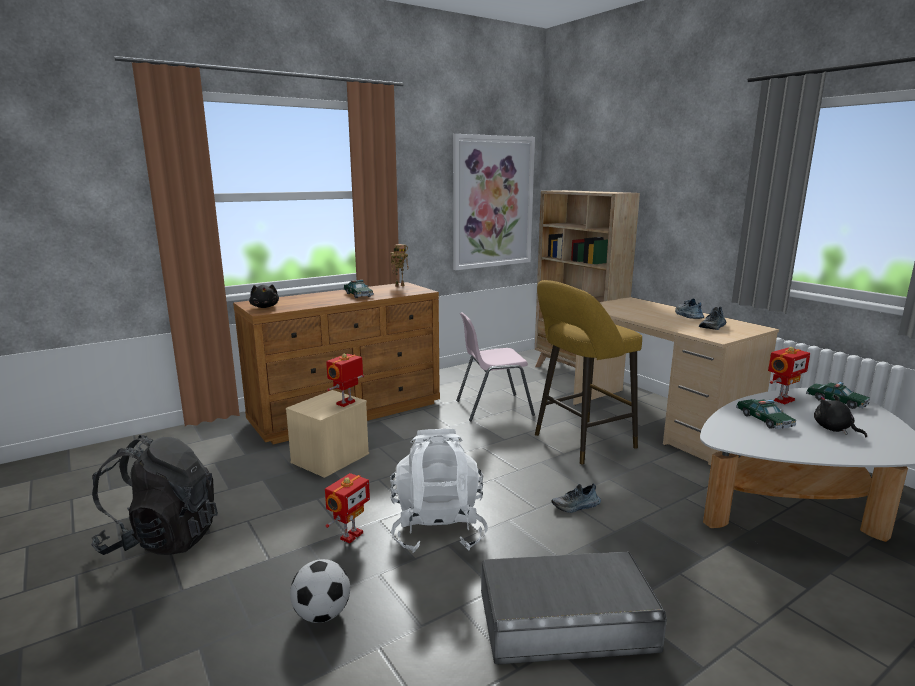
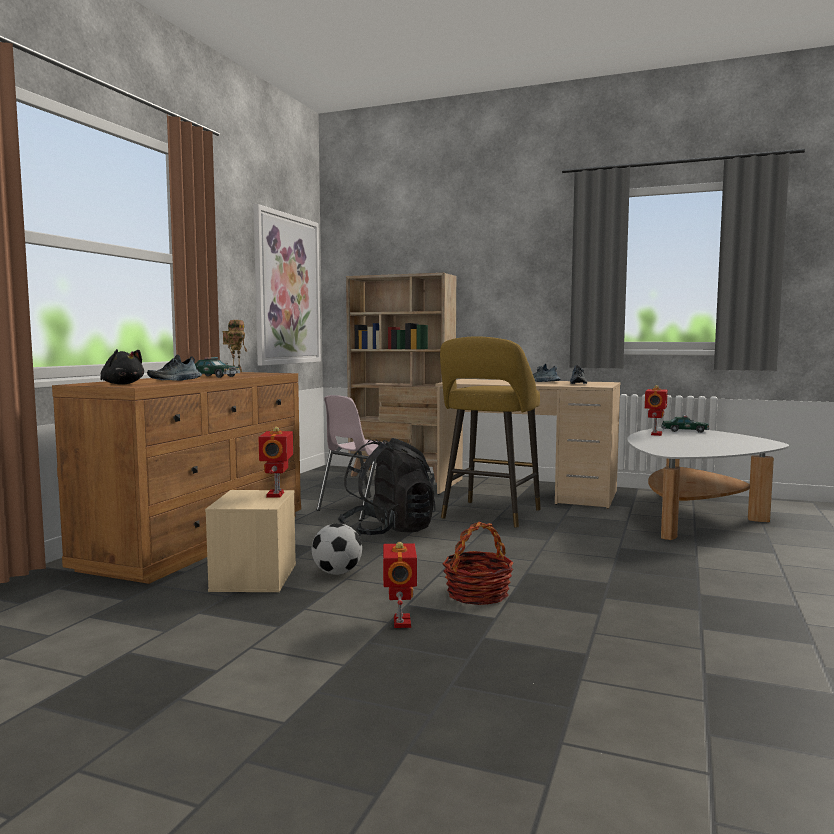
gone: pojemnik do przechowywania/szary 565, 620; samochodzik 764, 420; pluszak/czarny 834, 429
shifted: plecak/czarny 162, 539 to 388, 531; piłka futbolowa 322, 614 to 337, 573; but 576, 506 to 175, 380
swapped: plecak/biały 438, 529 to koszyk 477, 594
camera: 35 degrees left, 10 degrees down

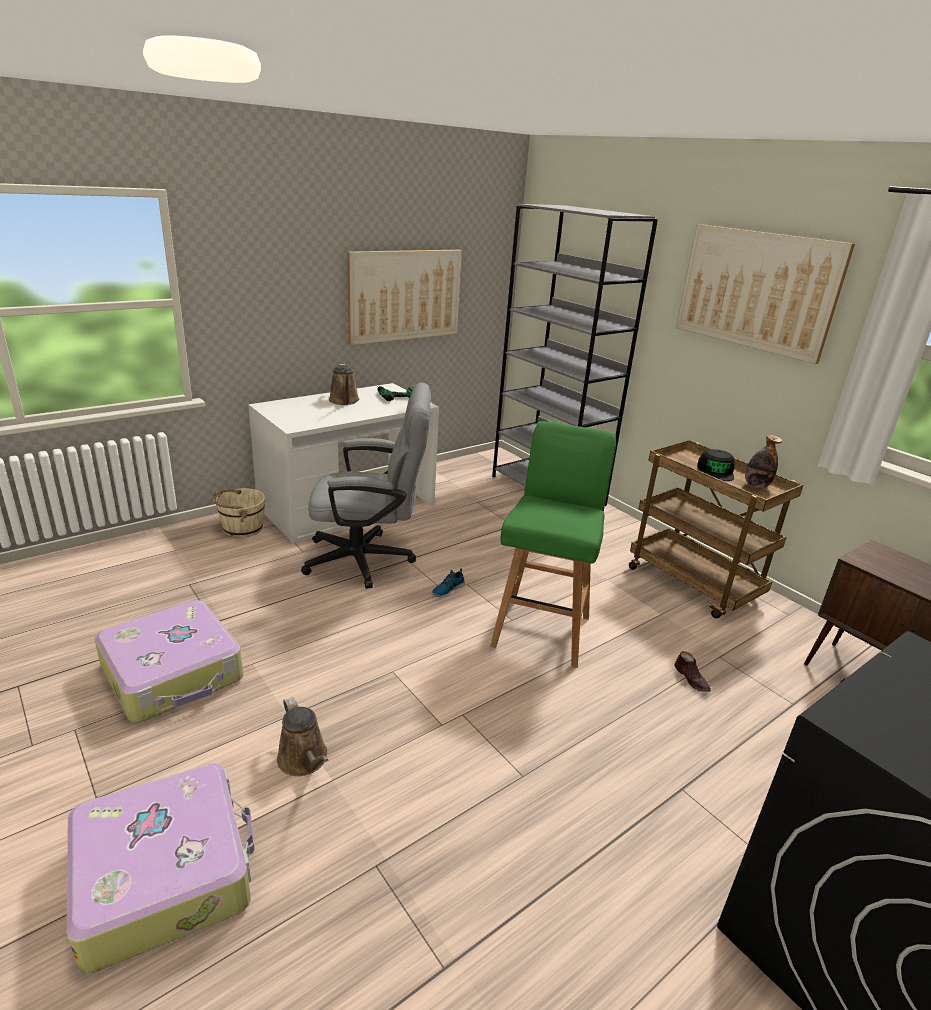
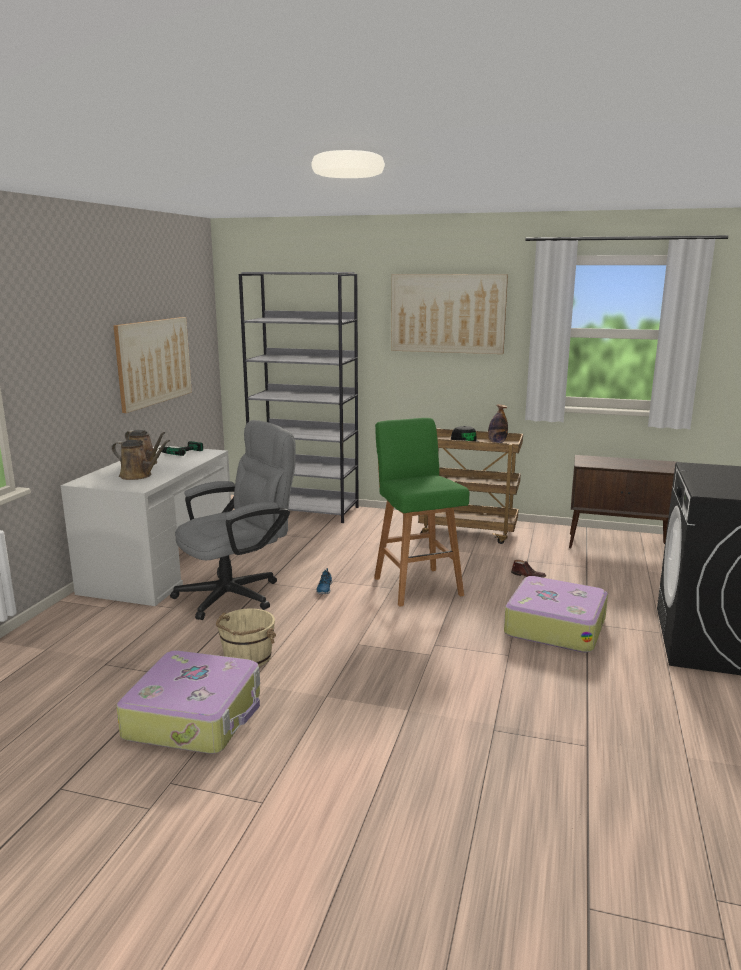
shifted: walizka 165, 873 to 554, 626; wiadro/beżowy 242, 528 to 247, 658; konewka/brązowy 304, 760 to 138, 476
camera: 35 degrees left, 10 degrees down

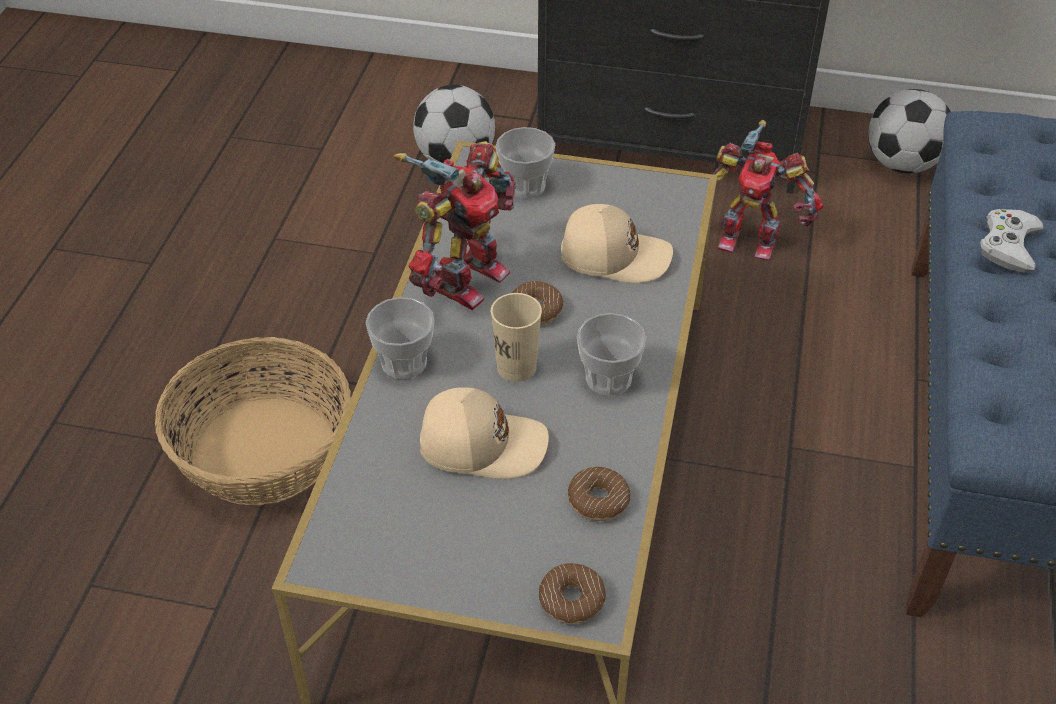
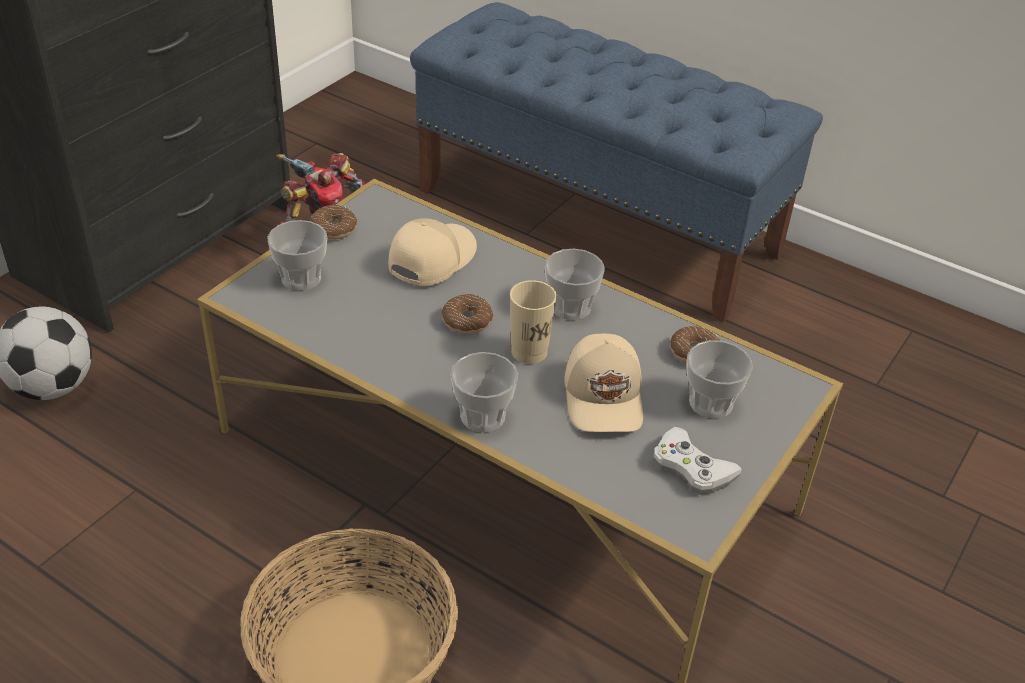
gone: robot zabawkowy 465, 279; piłka futbolowa 902, 164
new: filiżanka 710, 403
shifted: donut 571, 599 to 333, 229; pad do gier/biały 1008, 245 to 692, 468
rotated: czapka z daszkiem/beżowy 482, 443 = 605, 397 150 degrees clockwise
camera: 70 degrees left, 5 degrees down

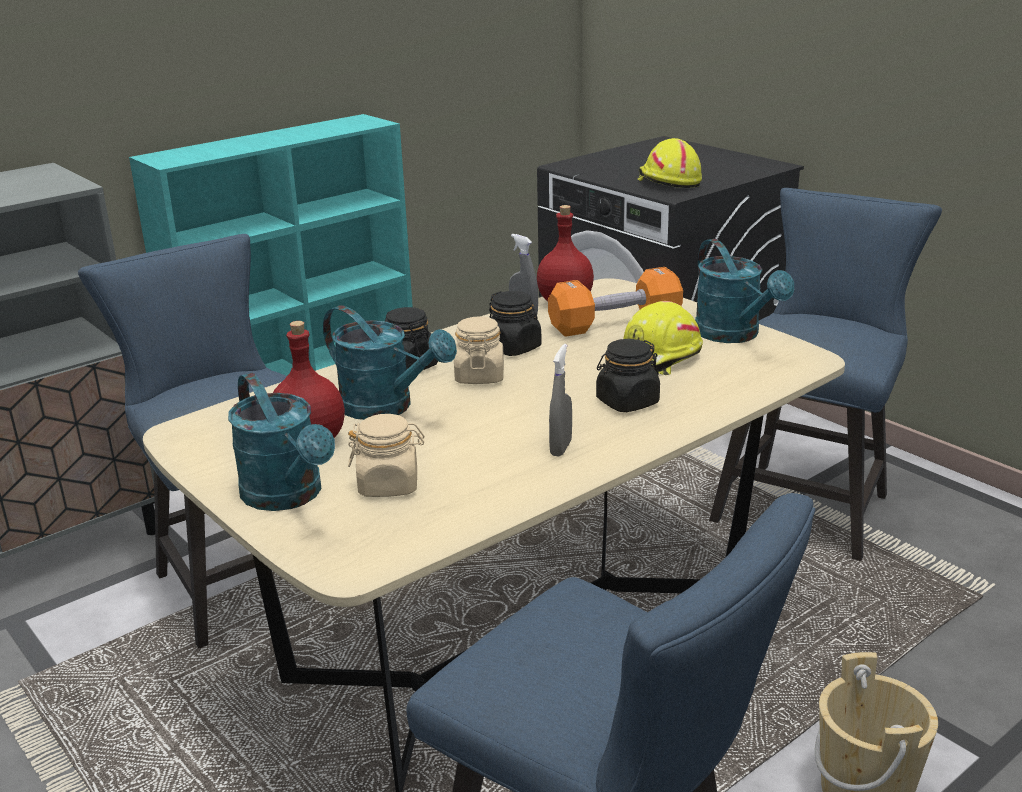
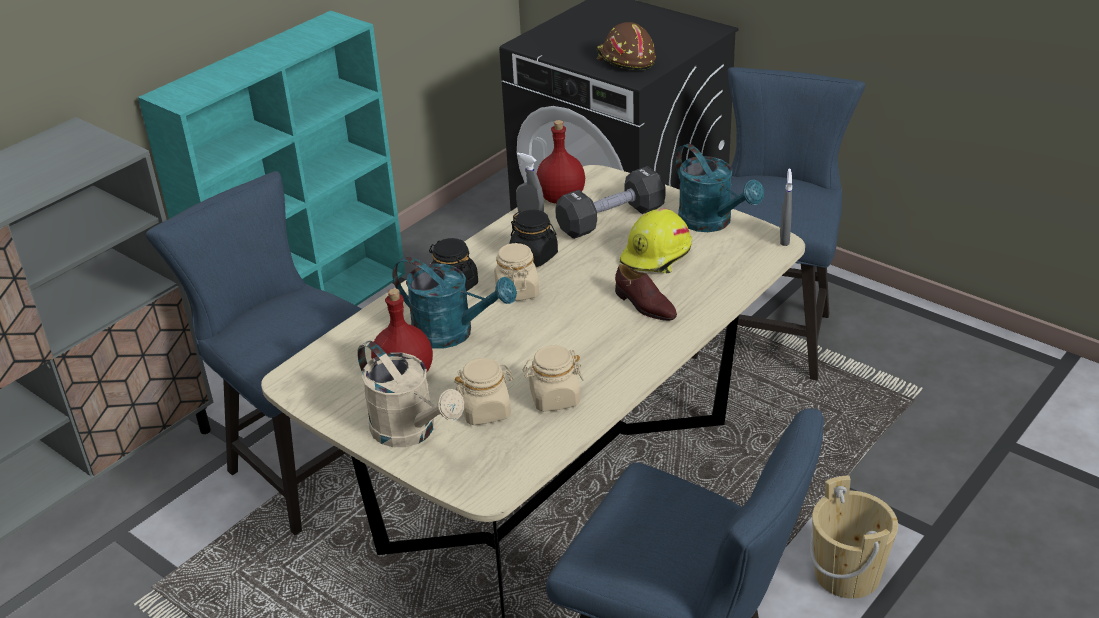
new: słoik/beżowy 554, 398
shifted: spryskiwacz/szary 561, 448 to 784, 239
swapped: słoik/czarny 627, 402 to but/brązowy 644, 305
repainted: konewka/turkusowy 288, 496 to konewka/beżowy 411, 432; hantel/pomarańczowy 615, 324 to hantel/czarny 611, 220; kask/żółty 668, 181 to kask/brązowy 625, 60
camera: 10 degrees left, 10 degrees up

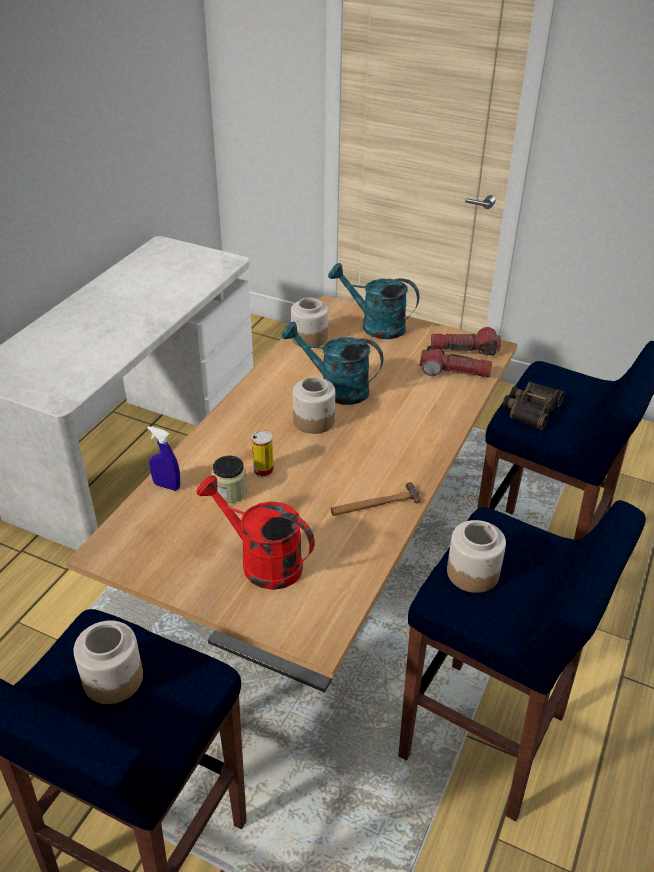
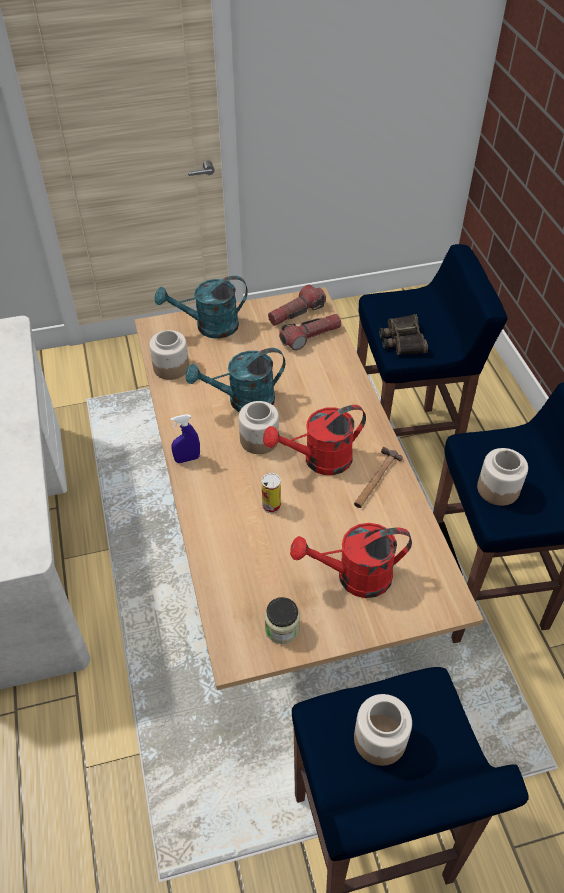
new: konewka/czerwony 319, 460
shifted: spryskiwacz/niebieski 167, 486 to 187, 459; słoik 230, 492 to 282, 629
camera: 40 degrees left, 10 degrees up

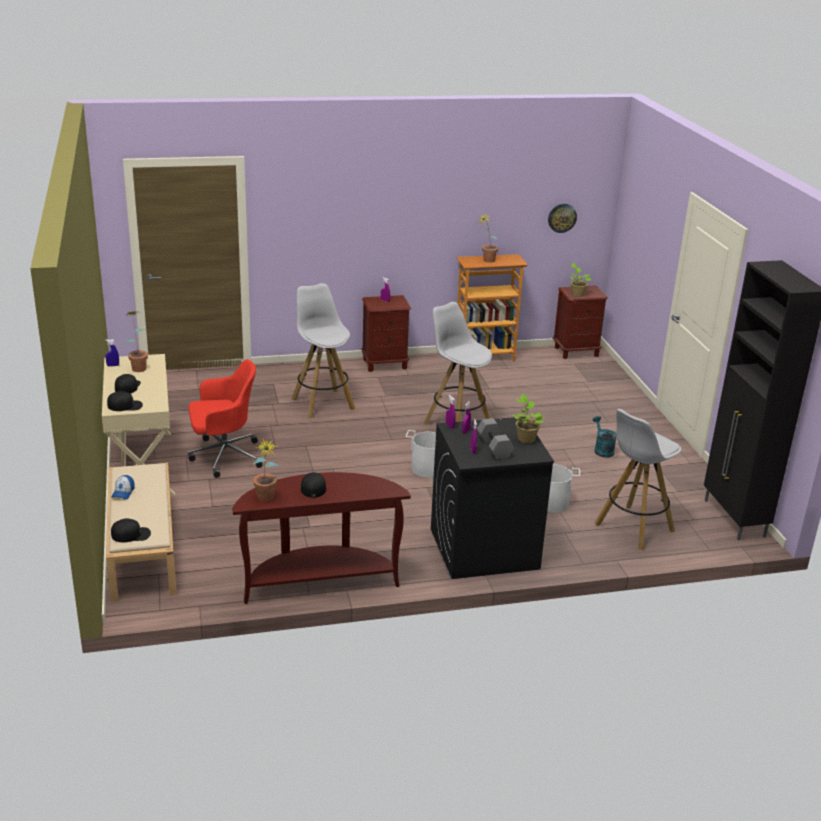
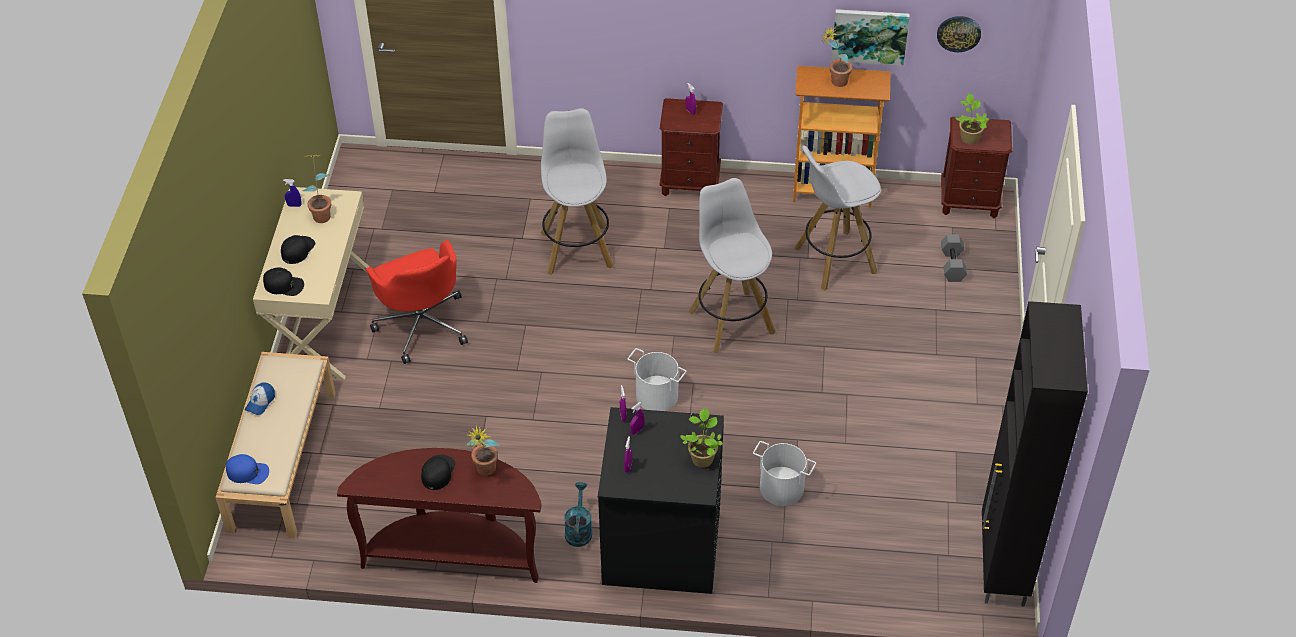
new: obraz 869, 35
shifted: roślina doniczkowa 266, 499 to 485, 473; hantel/szary 495, 447 to 953, 265; konewka/turkusowy 602, 450 to 578, 529; stołek/biały 633, 528 to 833, 261
repainted: czapka z daszkiem/czarny 131, 534 to czapka z daszkiem/niebieski 248, 472
rotated: krzesło biurowe/czerwony 224, 456 = 422, 324 60 degrees clockwise
camera: 20 degrees right, 20 degrees up

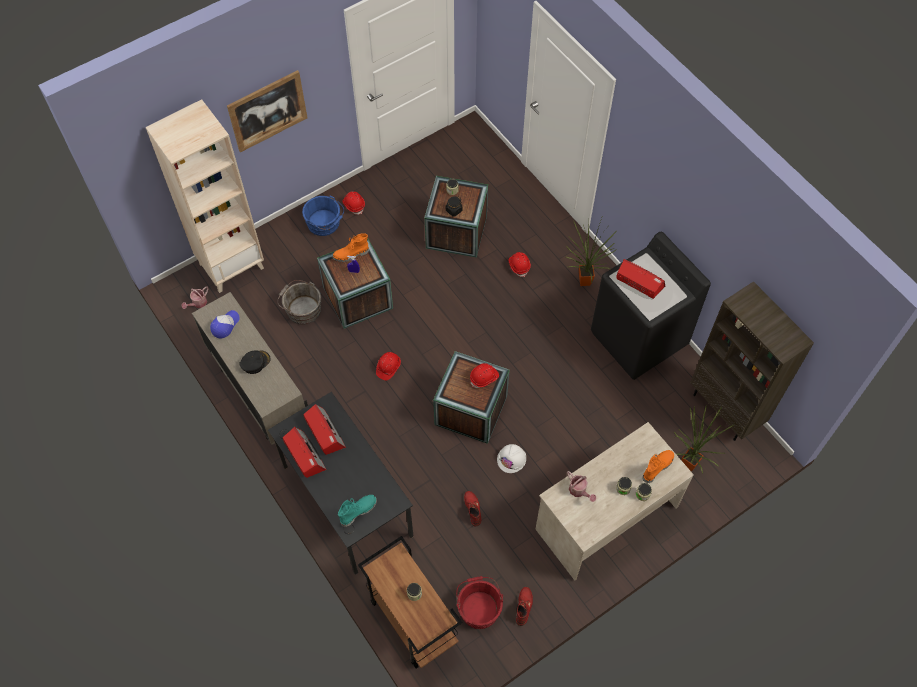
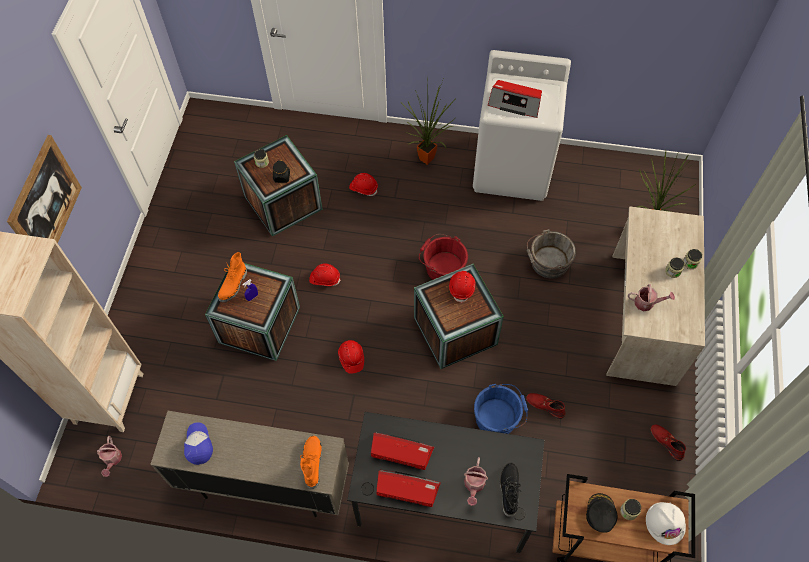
gone: regał/brązowy 725, 409
new: konewka 474, 485
shifted: czapka z daszkiem/czarny 255, 362 to 600, 513; wiadro/szary 302, 309 to 547, 263; wiadro/niebieski 325, 224 to 498, 417; kask/czerwony 354, 205 to 325, 278; wiadro/czerwony 479, 607 to 442, 266; kask/biały 511, 459 to 665, 523; but z cholewką/pomarańczowy 657, 467 to 312, 463
repainted: but z cholewką/turkusowy 358, 511 to but z cholewką/czarny 508, 490; pralka/czarny 639, 339 to pralka/biały 513, 168
rotated: radio 639, 282 = 515, 103 150 degrees counterclockwise
camera: 45 degrees left, 0 degrees up

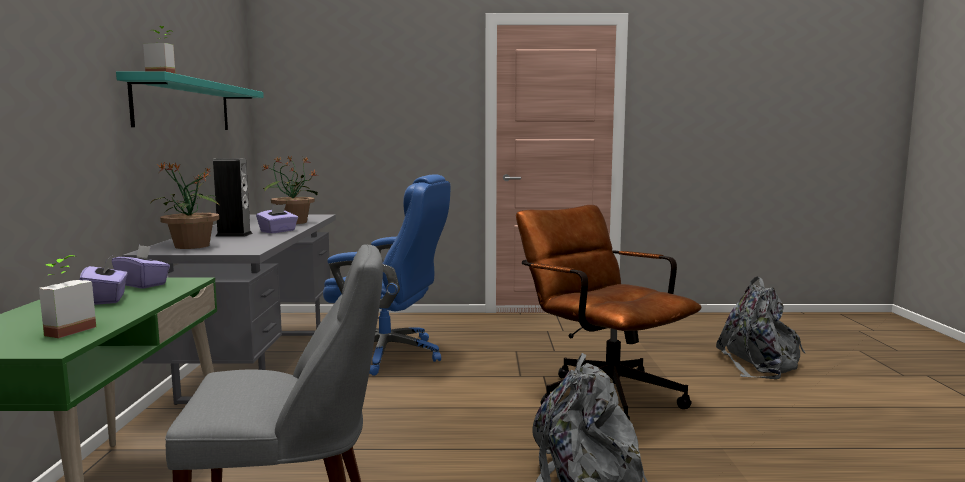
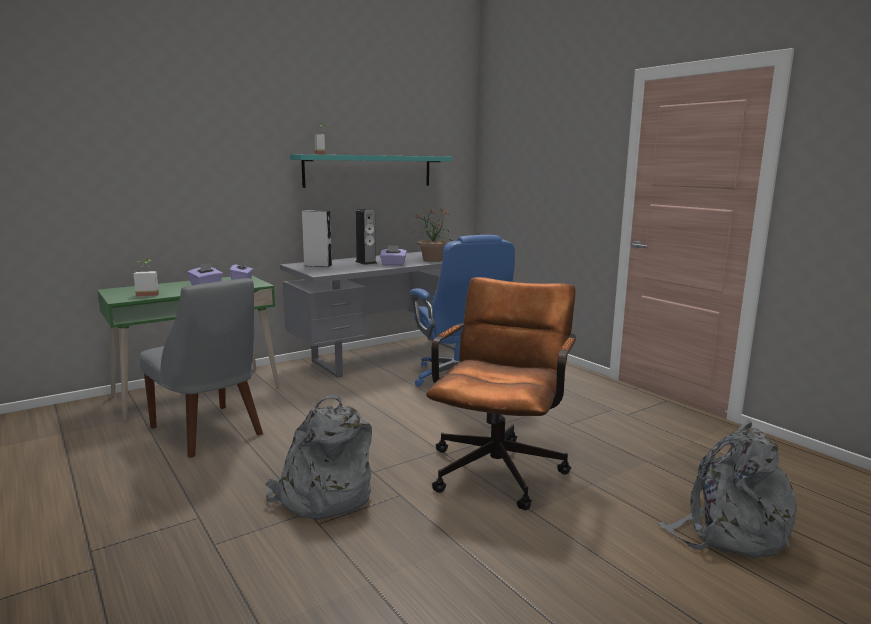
swapped: roślina doniczkowa 191, 246 to głośnik/szary 318, 265
camera: 55 degrees right, 5 degrees up

